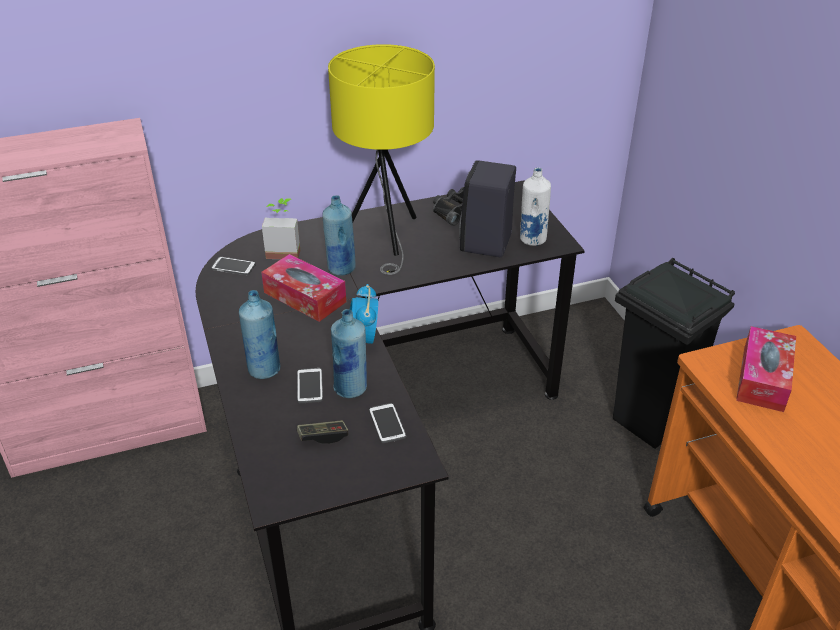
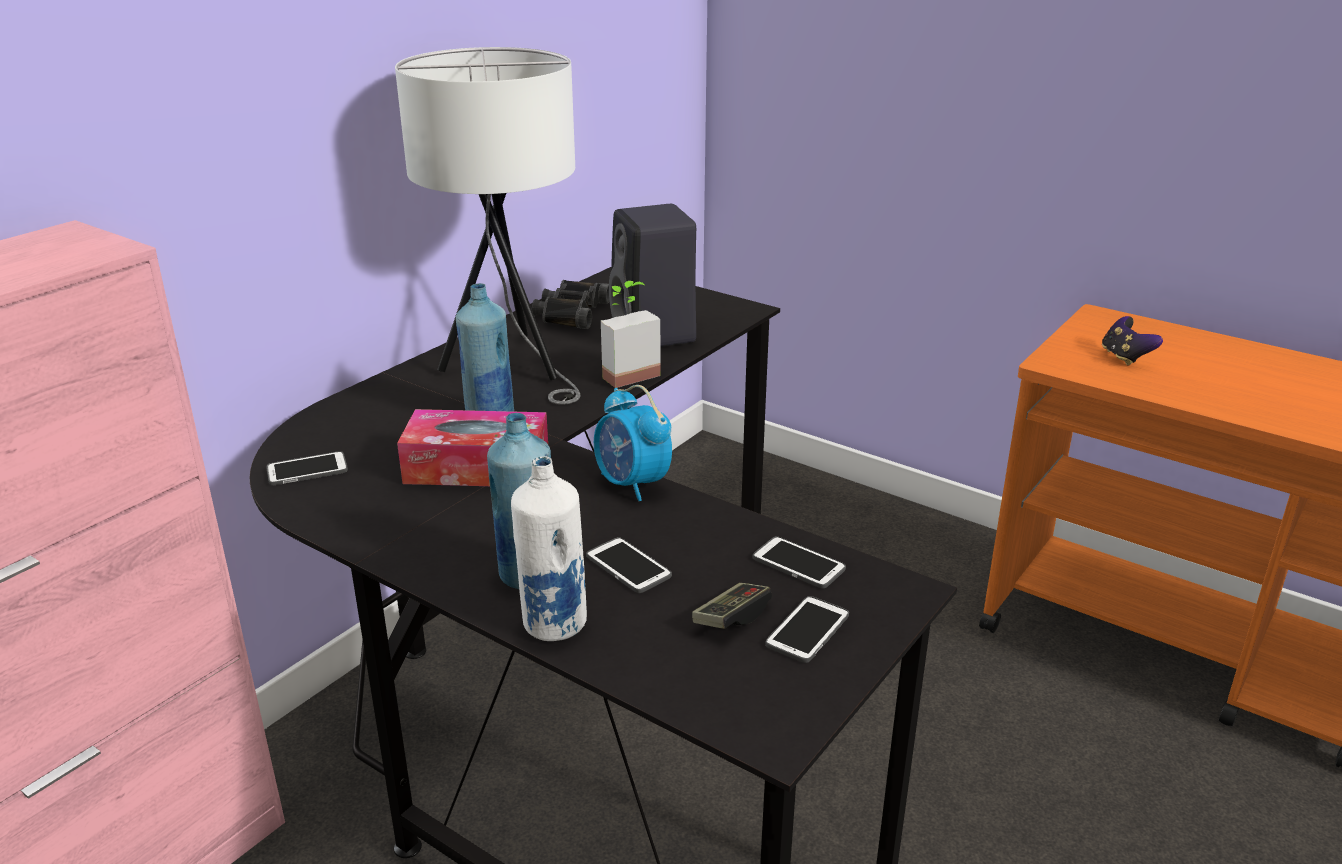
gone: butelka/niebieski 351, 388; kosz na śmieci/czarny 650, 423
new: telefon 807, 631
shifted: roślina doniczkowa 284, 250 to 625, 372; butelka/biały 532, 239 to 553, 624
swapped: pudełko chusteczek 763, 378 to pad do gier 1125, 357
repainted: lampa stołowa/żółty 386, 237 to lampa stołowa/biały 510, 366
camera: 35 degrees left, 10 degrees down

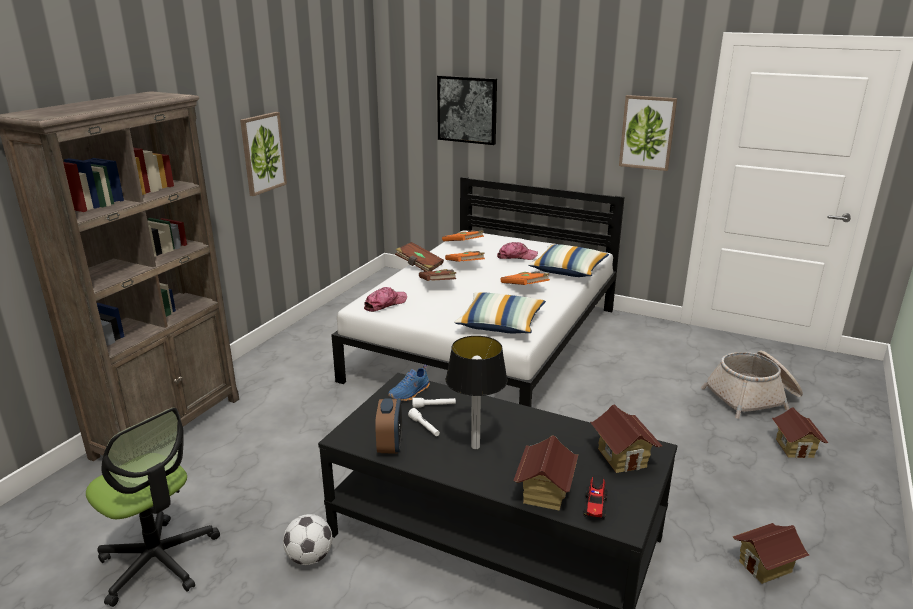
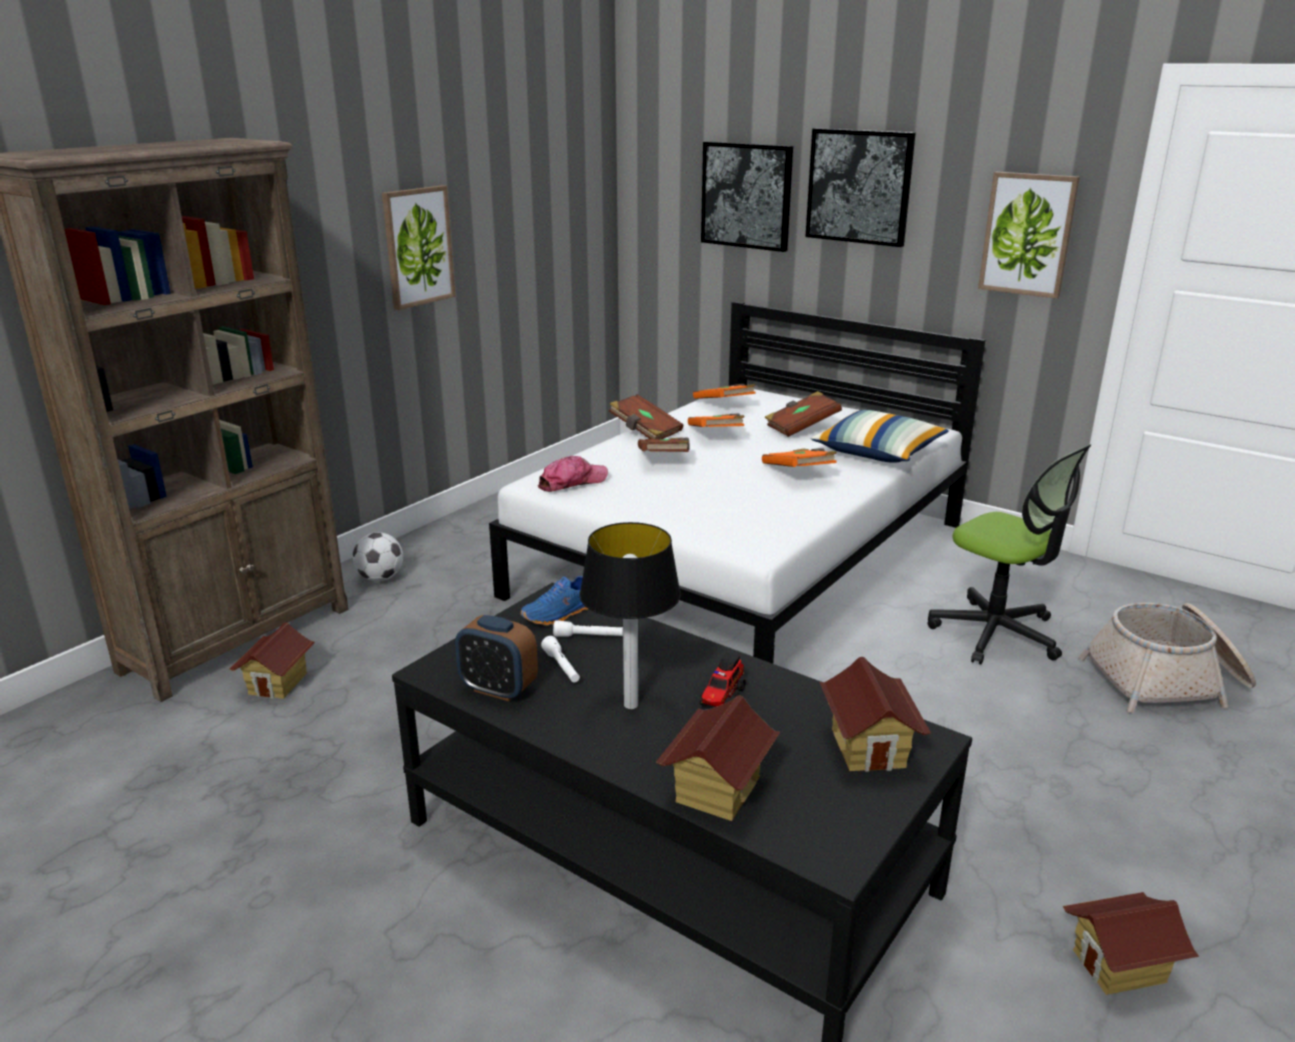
gone: poduszka 501, 324
new: obraz 859, 186
shifted: krzesło biurowe 158, 561 to 996, 633; piłka futbolowa 310, 557 to 380, 578; ciężarówka zabawkowa 595, 508 to 722, 698; domek 794, 448 to 278, 684
swapped: czapka z daszkiem 516, 257 to książka/brązowy 801, 427
rotated: budzik 390, 445 = 498, 689 105 degrees clockwise
camera: 10 degrees right, 0 degrees up

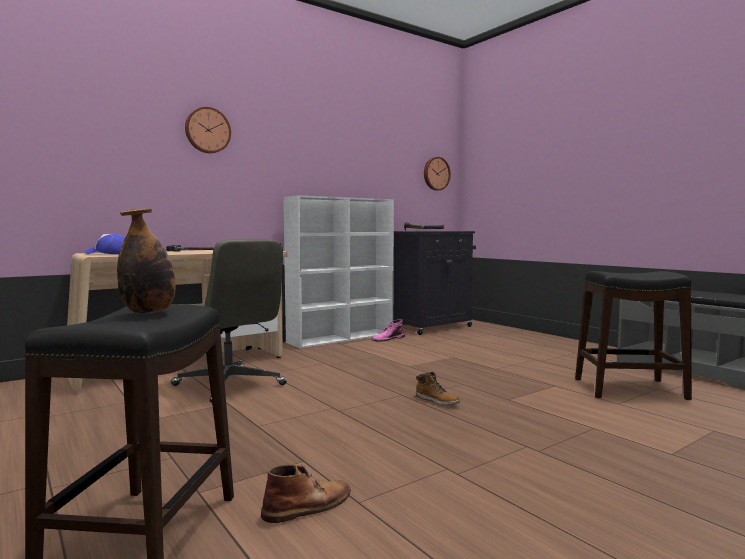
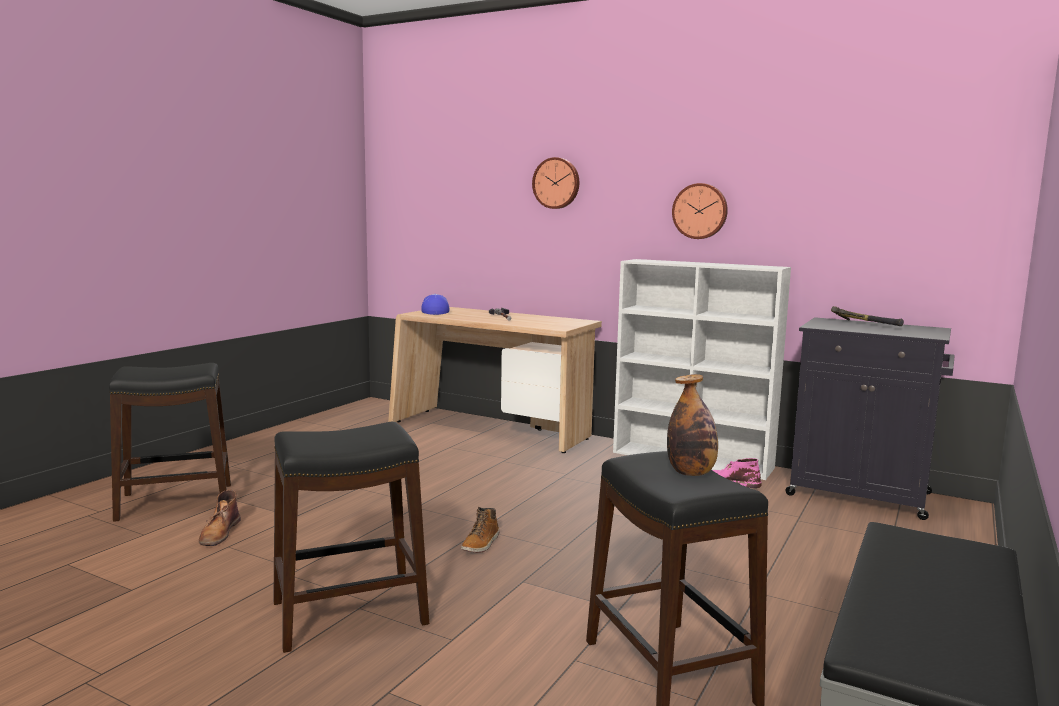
gone: krzesło biurowe/szary 230, 385
new: stołek/czarny 348, 612
shifted: butelka 149, 312 to 691, 473; zegar ścienny 435, 173 to 700, 211
rotated: but z cholewką/brązowy 309, 506 = 219, 533 60 degrees clockwise
camera: 65 degrees right, 5 degrees up

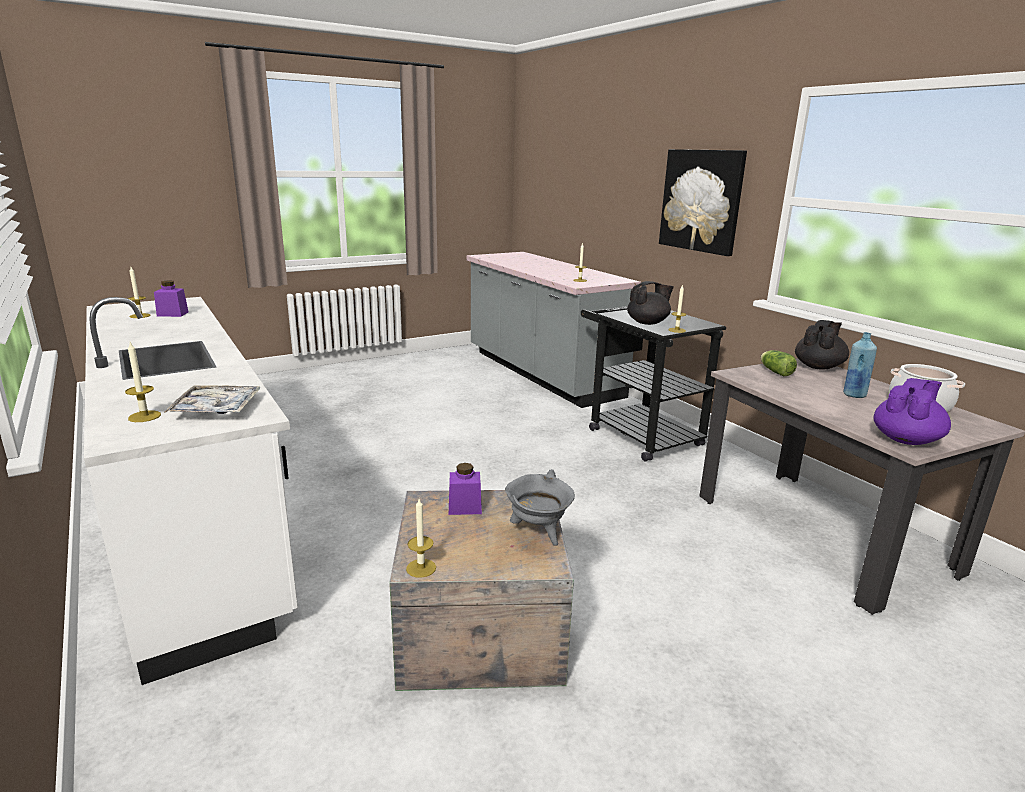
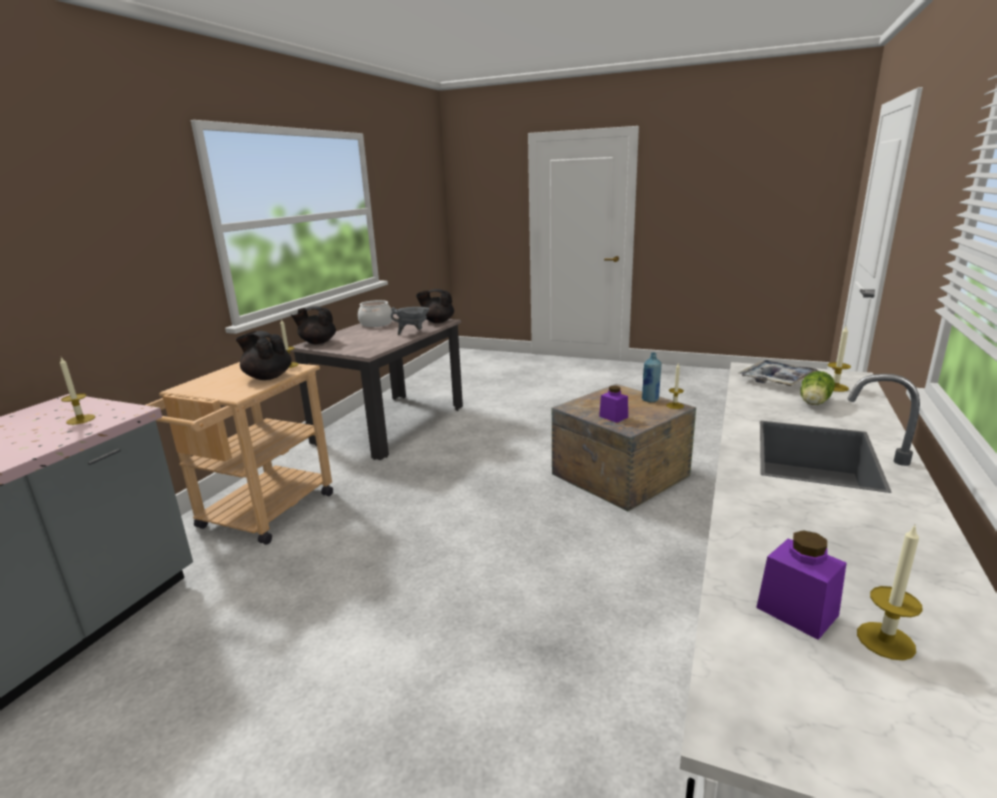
gone: obraz 701, 201
shifted: garnek/szary 538, 532 to 413, 333; sałata 775, 371 to 813, 403; butelka/niebieski 854, 395 to 650, 400
repainted: wózek/czarny 638, 434 to wózek/beżowy 259, 516; imbryk/fioletowy 906, 440 to imbryk/czarny 437, 321
camera: 125 degrees left, 0 degrees up

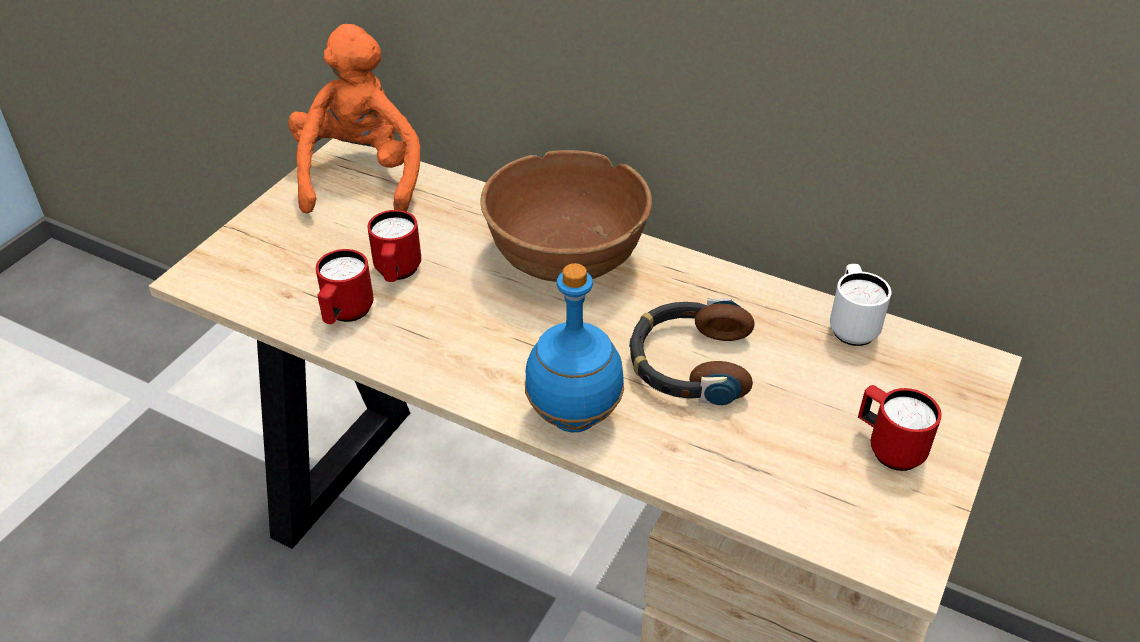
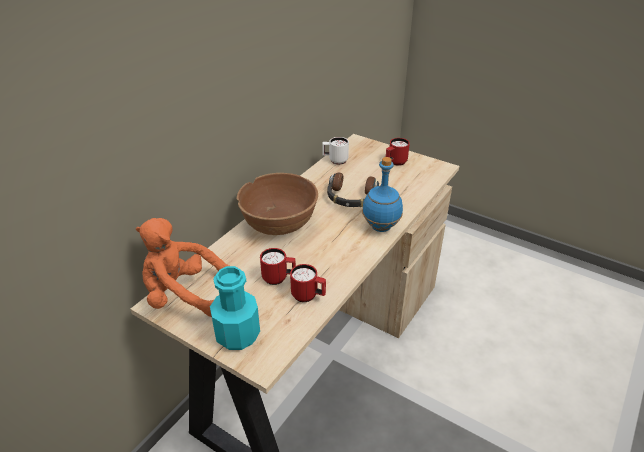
new: butelka/turkusowy 237, 335
camera: 85 degrees left, 5 degrees down

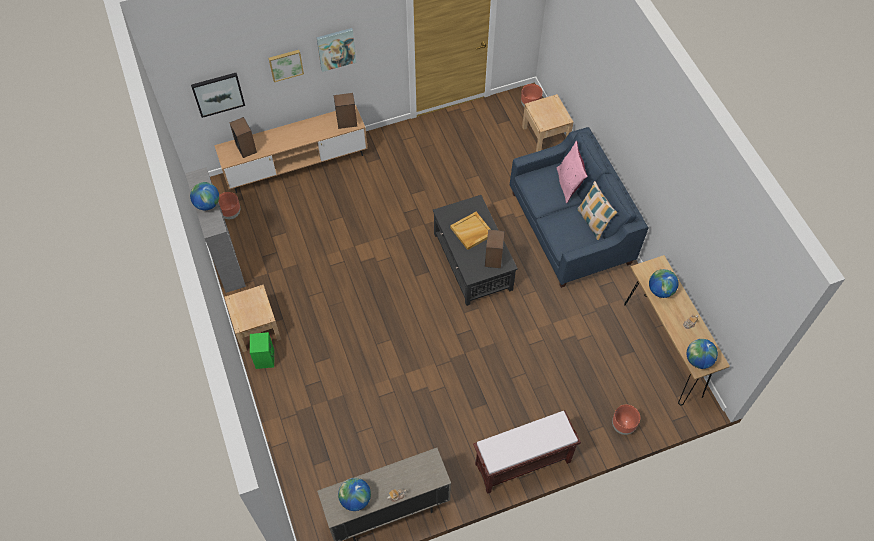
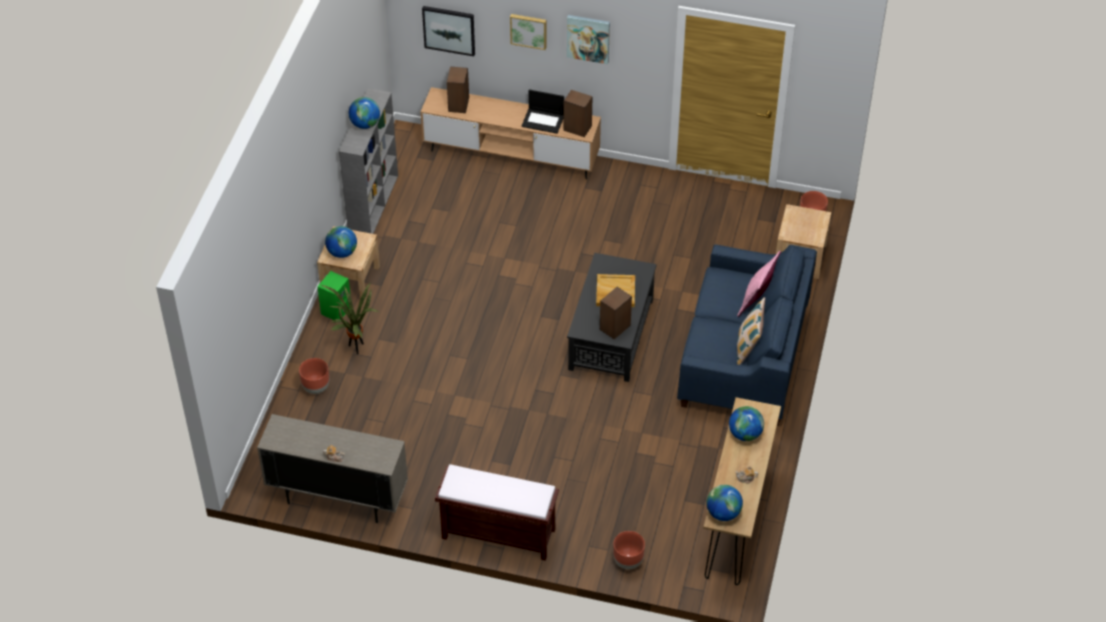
new: roślina doniczkowa 356, 347; laptop 543, 121
shifted: donica/brązowy 230, 214 to 315, 387; globus 355, 499 to 342, 252
camera: 35 degrees right, 10 degrees down

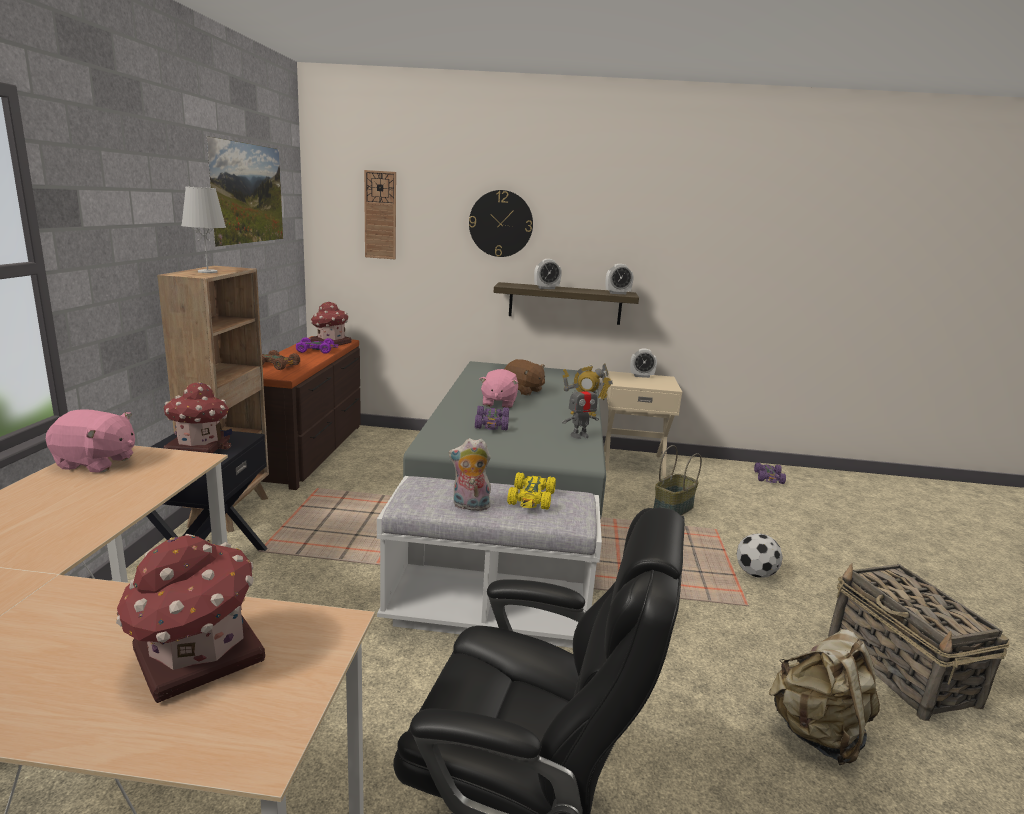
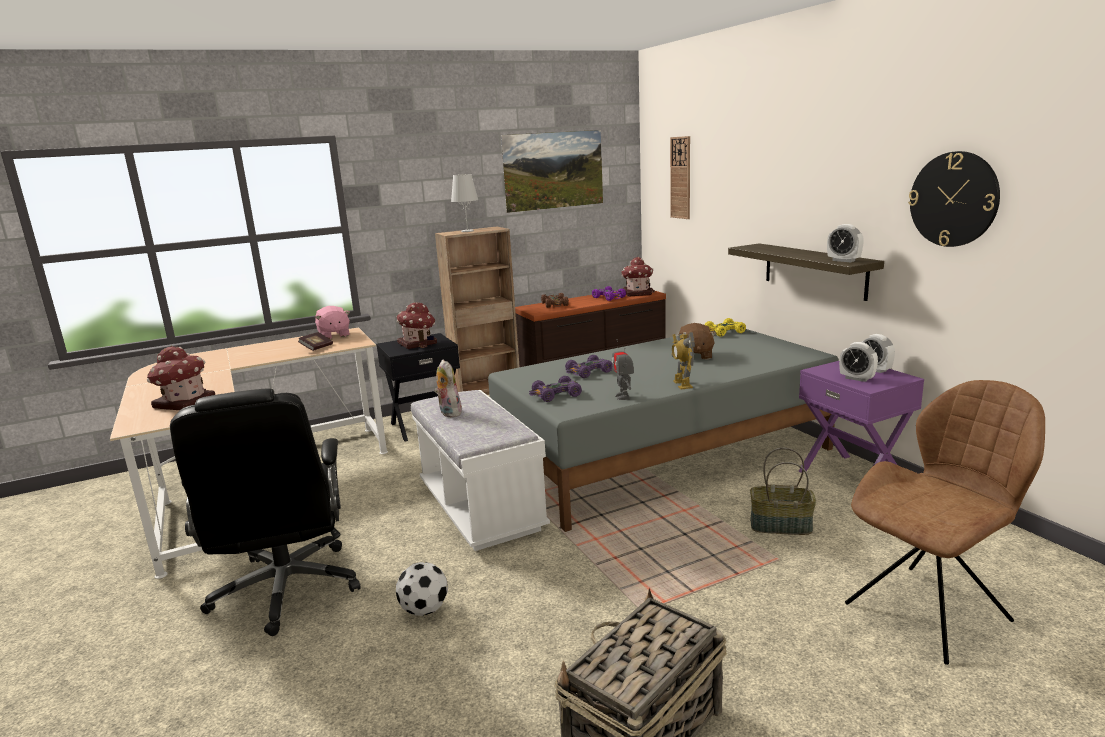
gone: pluszak/różowy 498, 403; plecak/beżowy 817, 734
new: książka 317, 348; krzesło/brązowy 930, 610
shifted: zegar ścienny 501, 223 to 953, 199; samochodzik/żółty 531, 499 to 724, 332; budzik 546, 288 to 856, 378; piłka futbolowa 755, 573 to 424, 609; samochodzik/fioletowy 769, 478 to 556, 395
repainted: szafka nocna/beżowy 633, 462 to szafka nocna/fioletowy 852, 476
rotated: robot zabawkowy 579, 436 = 623, 397 45 degrees clockwise
camera: 60 degrees right, 0 degrees up

